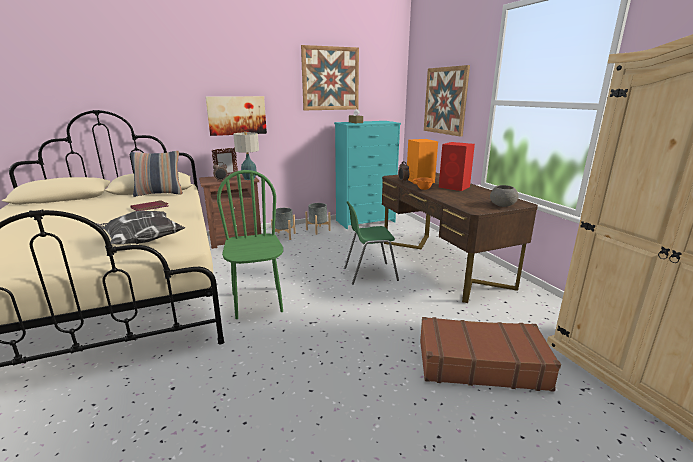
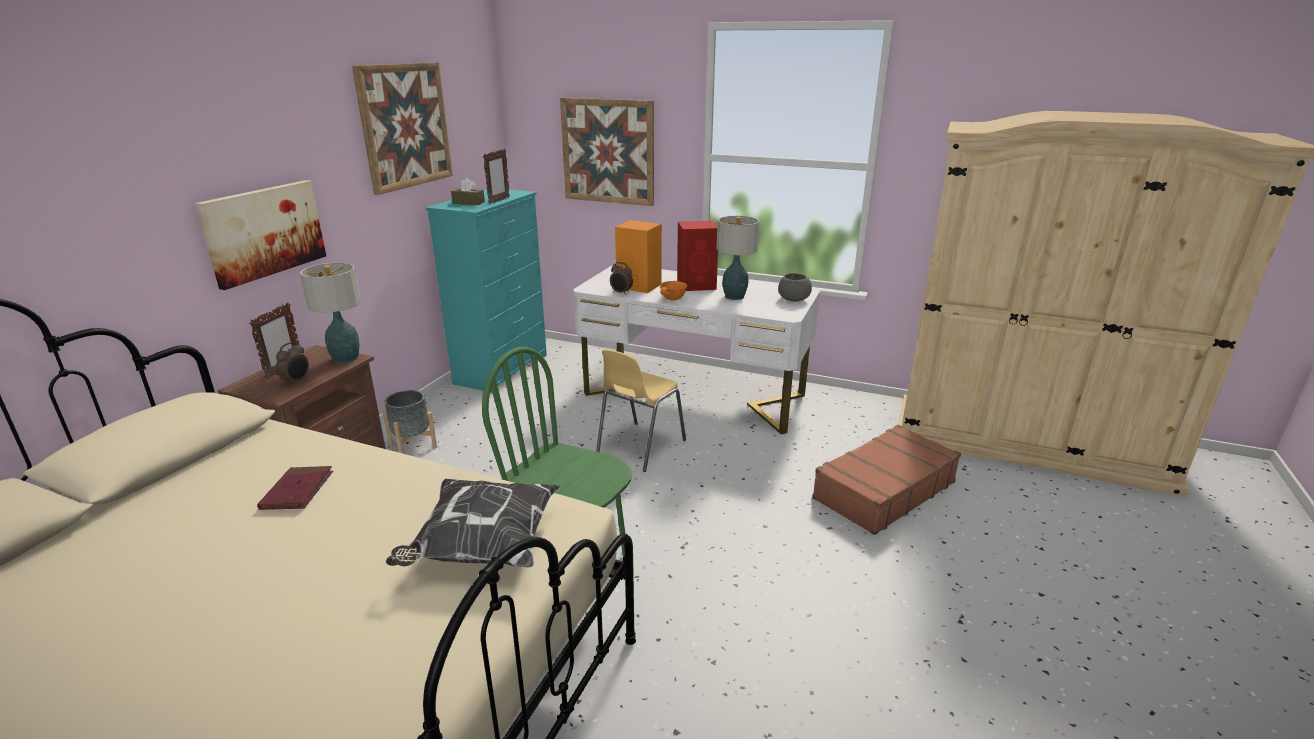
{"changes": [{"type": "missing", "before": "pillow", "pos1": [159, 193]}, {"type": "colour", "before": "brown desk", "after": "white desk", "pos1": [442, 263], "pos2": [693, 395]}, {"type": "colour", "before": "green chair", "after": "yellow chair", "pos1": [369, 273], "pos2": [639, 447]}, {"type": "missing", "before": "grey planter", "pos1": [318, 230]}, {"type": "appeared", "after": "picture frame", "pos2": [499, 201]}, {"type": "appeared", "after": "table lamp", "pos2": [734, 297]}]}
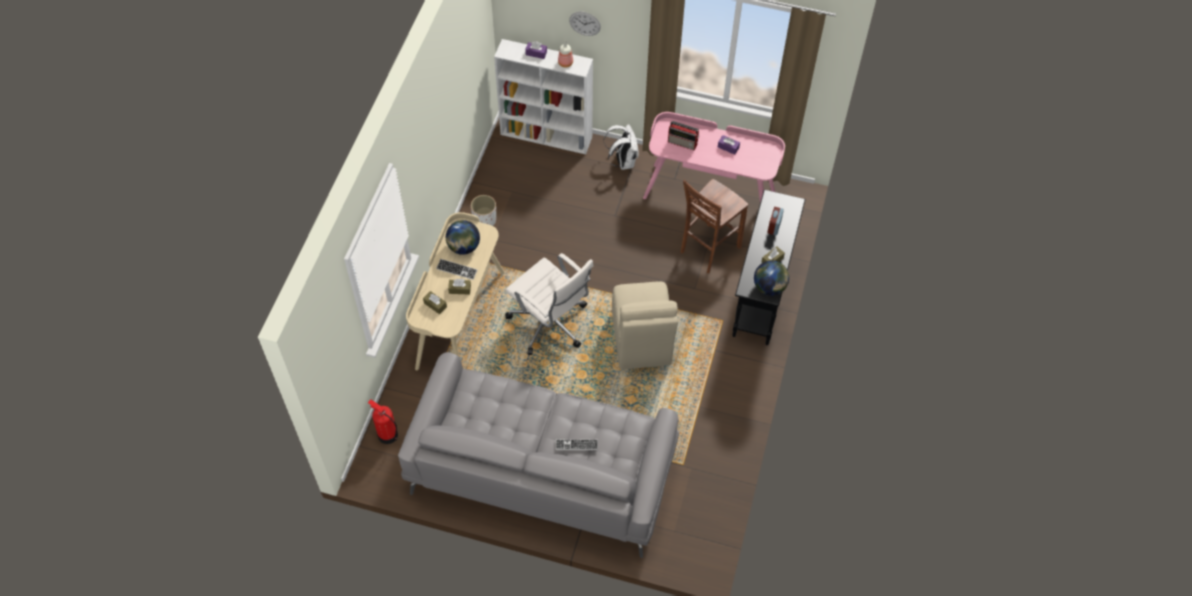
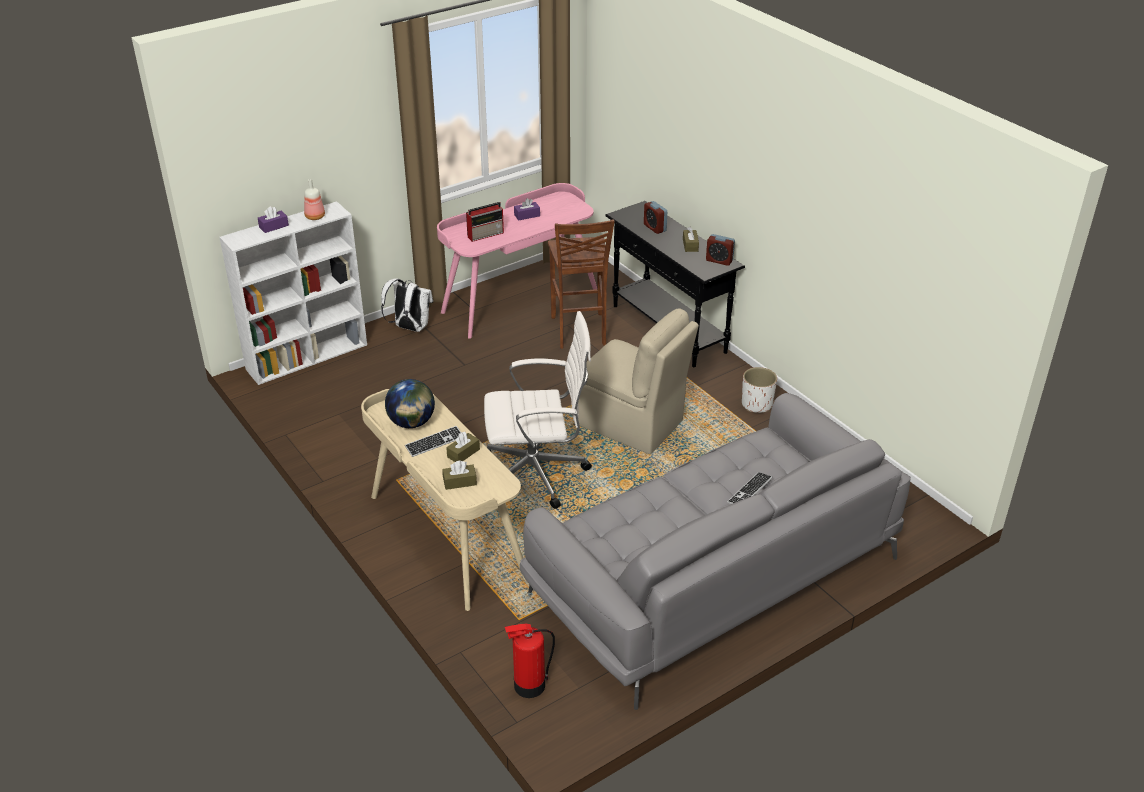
{"changes": [{"type": "missing", "before": "wall clock", "pos1": [585, 23]}, {"type": "relocated", "before": "white planter", "pos1": [485, 220], "pos2": [756, 404]}, {"type": "exchanged", "before": "globe", "after": "alarm clock", "pos1": [769, 287], "pos2": [719, 260]}]}
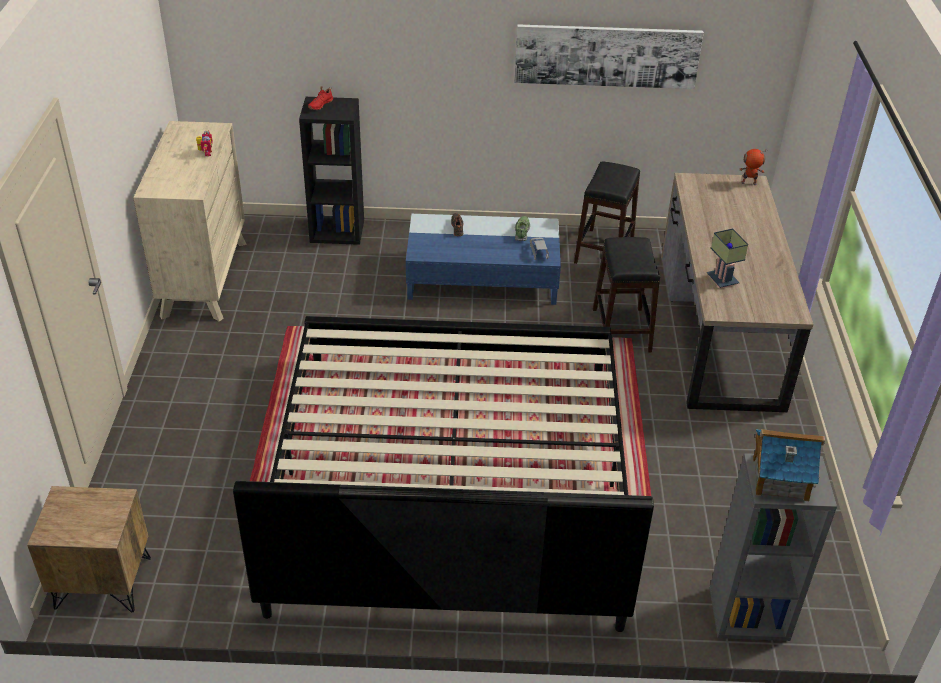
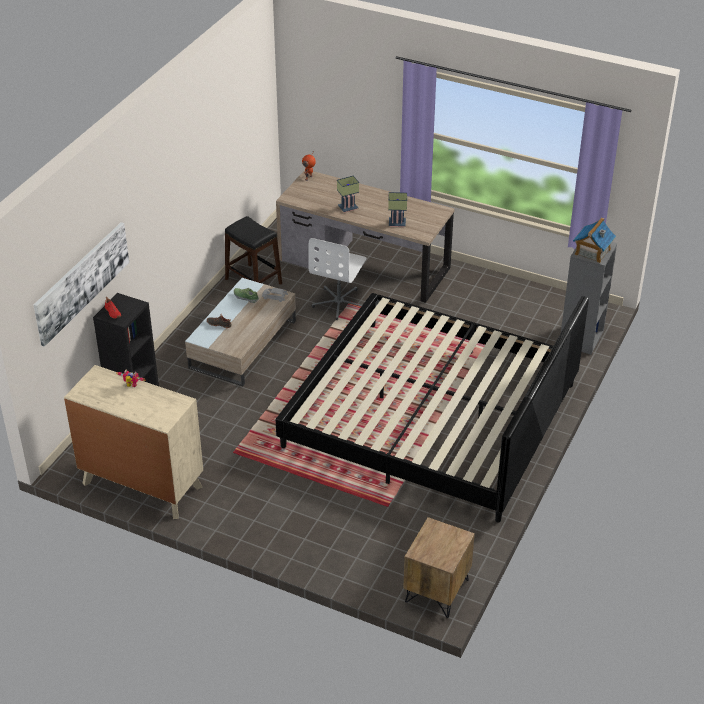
{"changes": [{"type": "relocated", "before": "picture", "pos1": [607, 56], "pos2": [81, 282]}, {"type": "colour", "before": "blue coffee table", "after": "beige coffee table", "pos1": [482, 277], "pos2": [243, 344]}, {"type": "exchanged", "before": "black stool", "after": "white office chair", "pos1": [621, 330], "pos2": [339, 303]}, {"type": "appeared", "after": "table lamp", "pos2": [347, 208]}]}
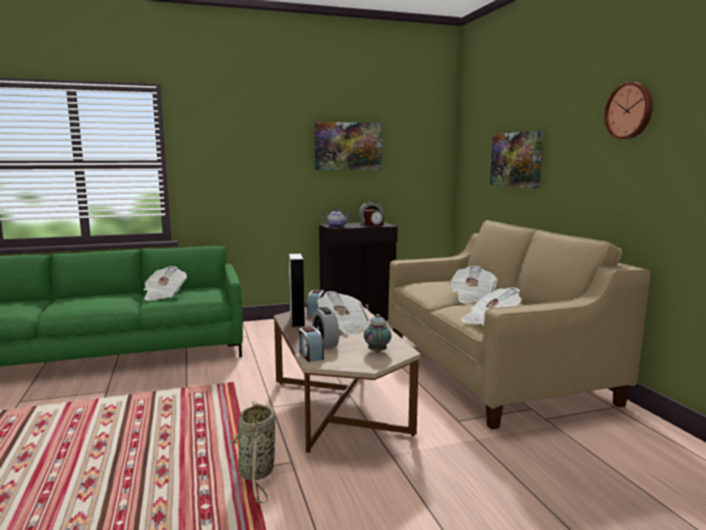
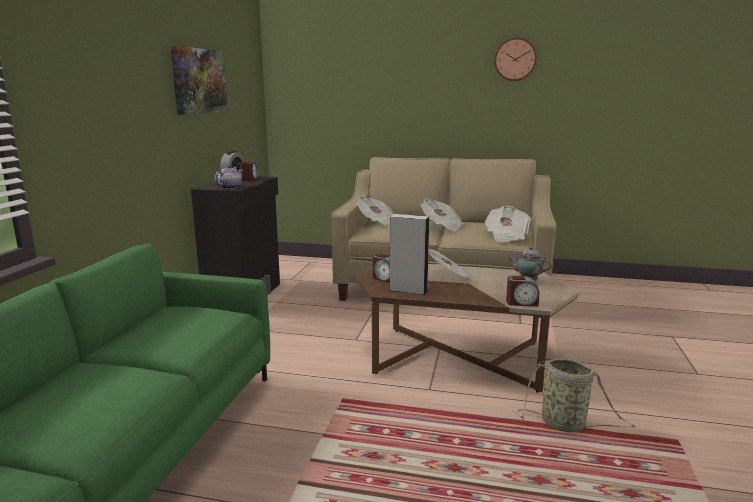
{"changes": [{"type": "missing", "before": "picture", "pos1": [516, 159]}, {"type": "relocated", "before": "newspaper", "pos1": [164, 295], "pos2": [378, 223]}, {"type": "missing", "before": "alarm clock", "pos1": [325, 343]}]}
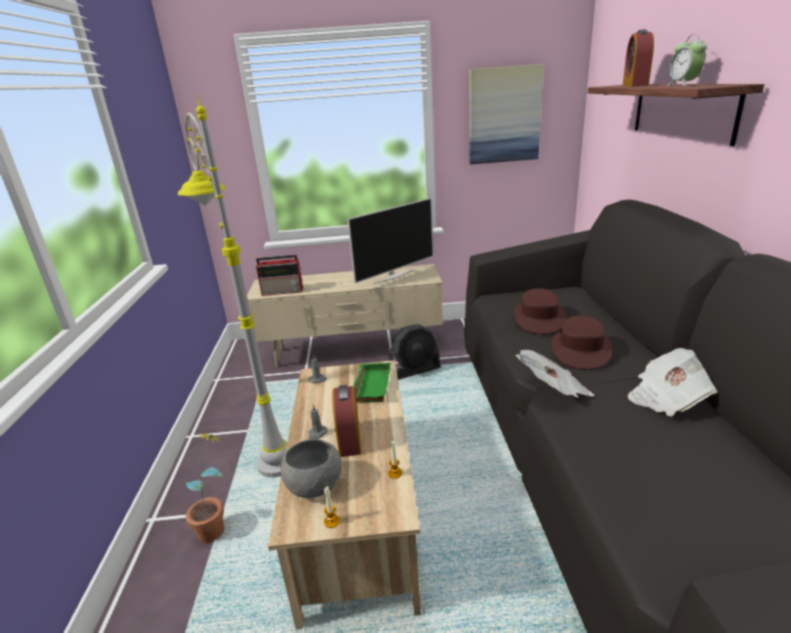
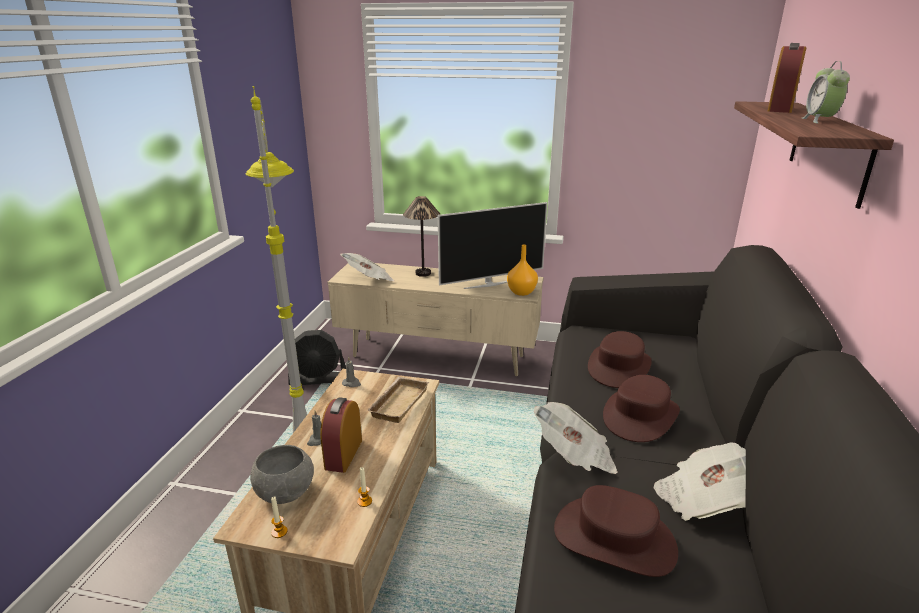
{"changes": [{"type": "missing", "before": "picture", "pos1": [504, 115]}, {"type": "exchanged", "before": "radio", "after": "newspaper", "pos1": [284, 291], "pos2": [369, 280]}, {"type": "relocated", "before": "black fan", "pos1": [414, 370], "pos2": [318, 379]}, {"type": "colour", "before": "green tray", "after": "beige tray", "pos1": [370, 385], "pos2": [397, 402]}, {"type": "missing", "before": "potted plant", "pos1": [218, 526]}, {"type": "appeared", "after": "table lamp", "pos2": [423, 273]}, {"type": "appeared", "after": "orange vase", "pos2": [522, 292]}, {"type": "appeared", "after": "brown hat", "pos2": [614, 538]}]}
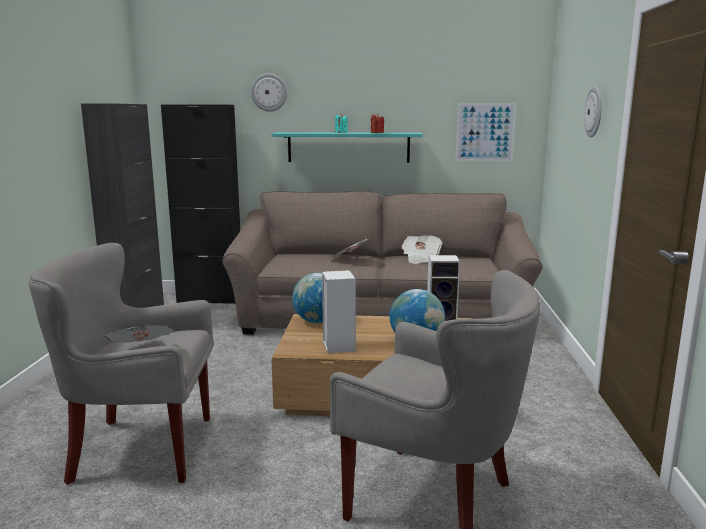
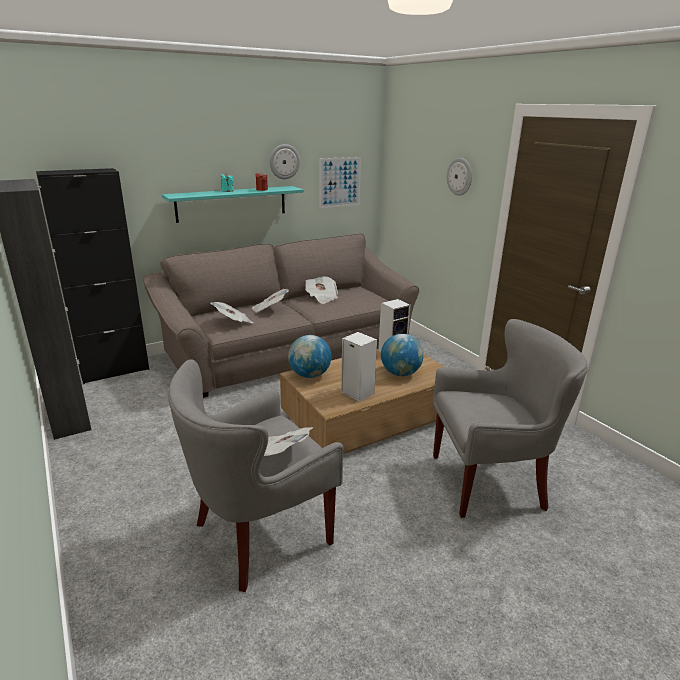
{"changes": [{"type": "relocated", "before": "wall clock", "pos1": [269, 92], "pos2": [284, 161]}, {"type": "appeared", "after": "newspaper", "pos2": [233, 322]}]}
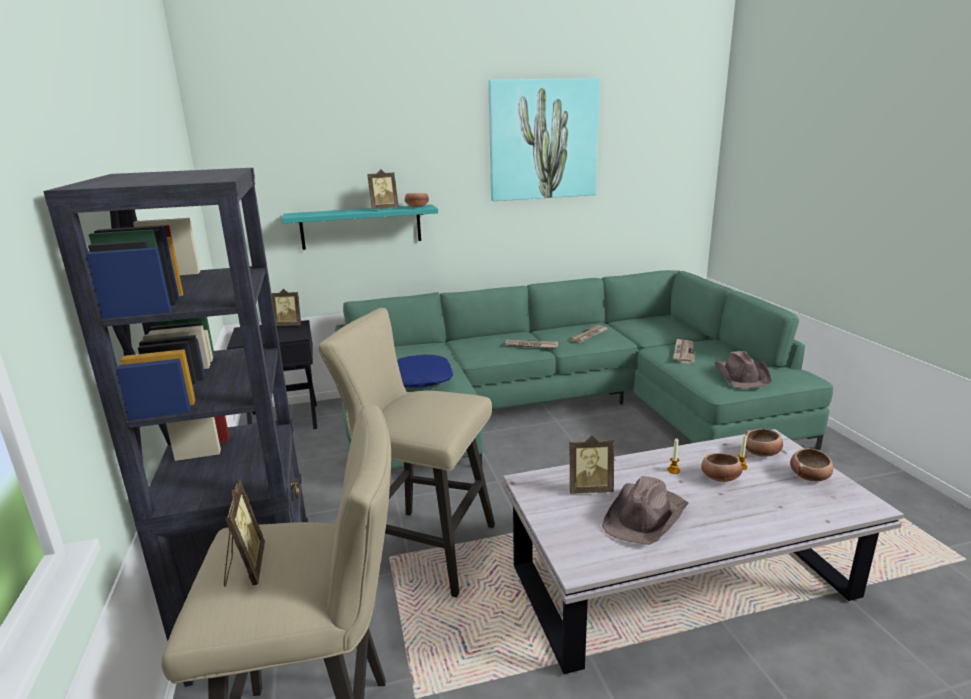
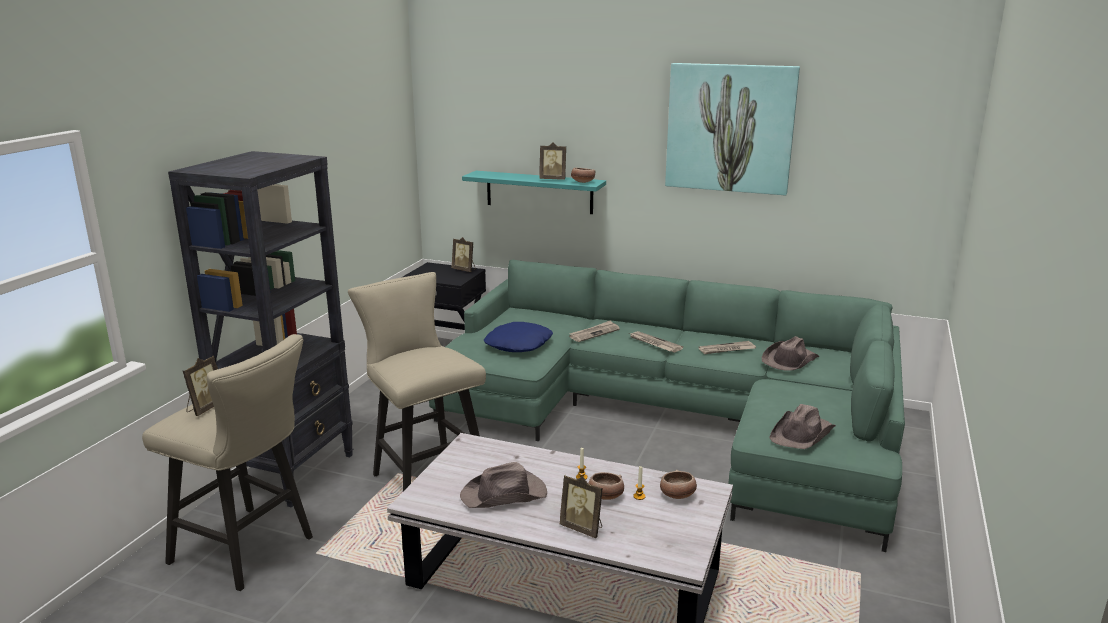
{"changes": [{"type": "relocated", "before": "newspaper", "pos1": [683, 352], "pos2": [594, 333]}, {"type": "relocated", "before": "picture frame", "pos1": [589, 489], "pos2": [583, 528]}, {"type": "missing", "before": "bowl", "pos1": [809, 476]}, {"type": "appeared", "after": "brown hat", "pos2": [789, 360]}]}
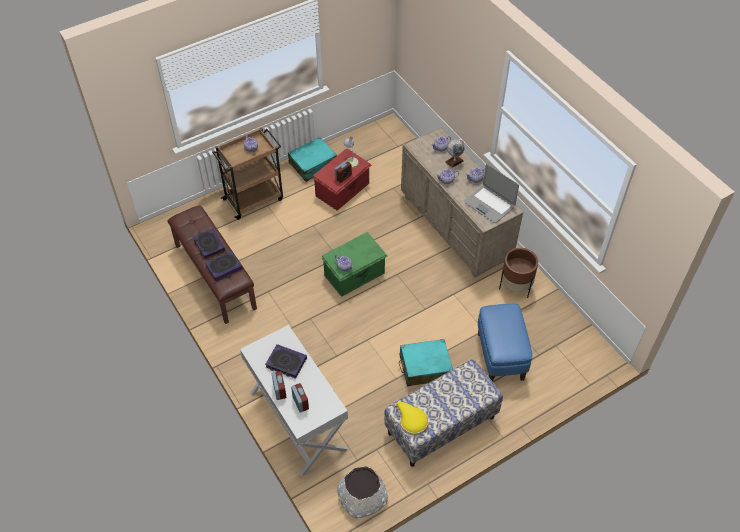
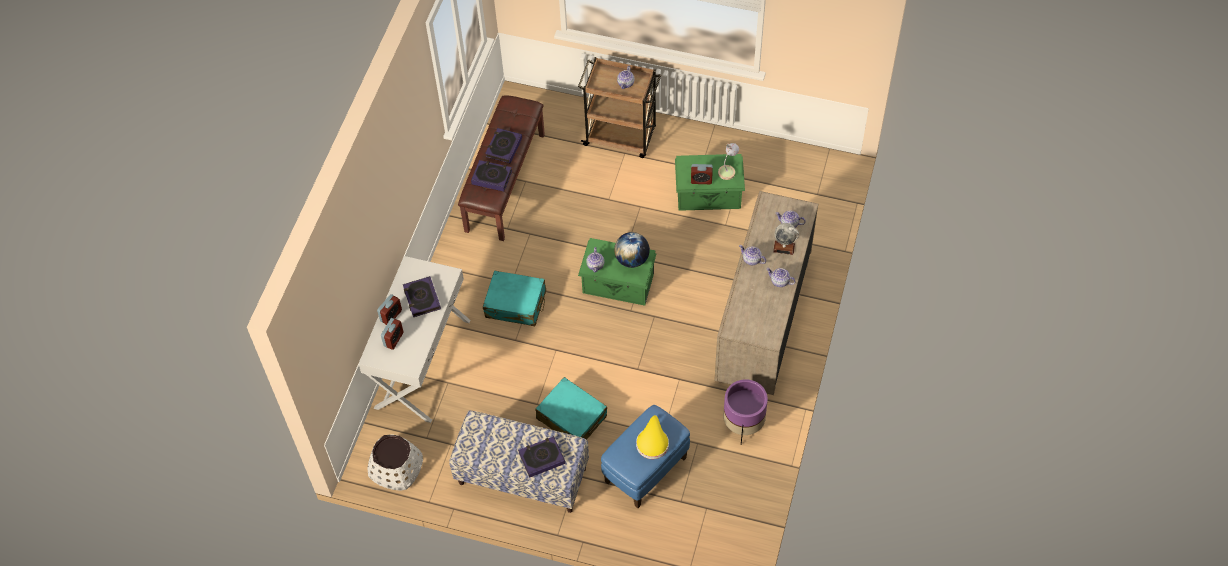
{"changes": [{"type": "relocated", "before": "turquoise suitcase", "pos1": [313, 164], "pos2": [515, 304]}, {"type": "colour", "before": "red storage box", "after": "green storage box", "pos1": [343, 190], "pos2": [709, 195]}, {"type": "missing", "before": "laptop", "pos1": [489, 204]}, {"type": "colour", "before": "brown planter", "after": "purple planter", "pos1": [515, 287], "pos2": [743, 425]}, {"type": "relocated", "before": "yellow hat", "pos1": [411, 421], "pos2": [652, 442]}, {"type": "appeared", "after": "globe", "pos2": [632, 259]}, {"type": "appeared", "after": "book", "pos2": [541, 458]}]}
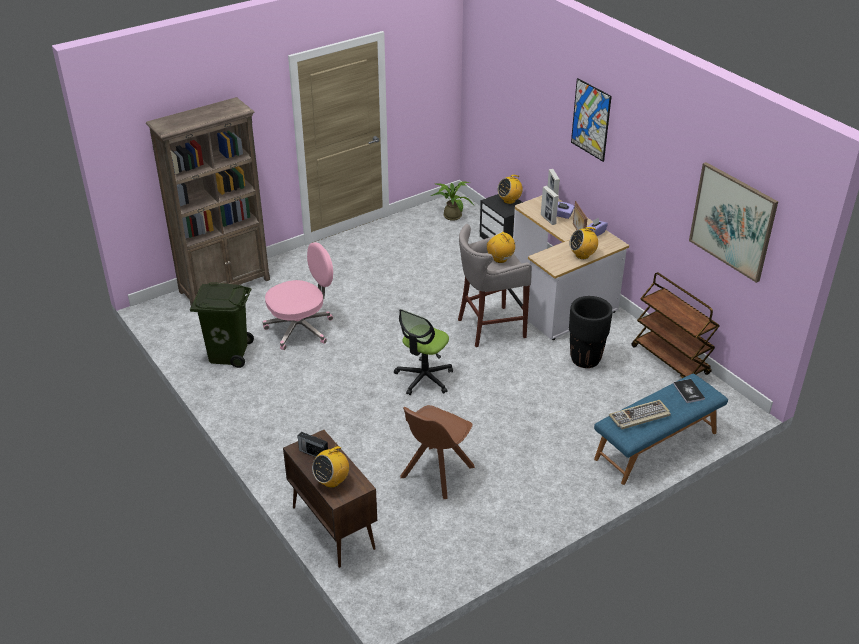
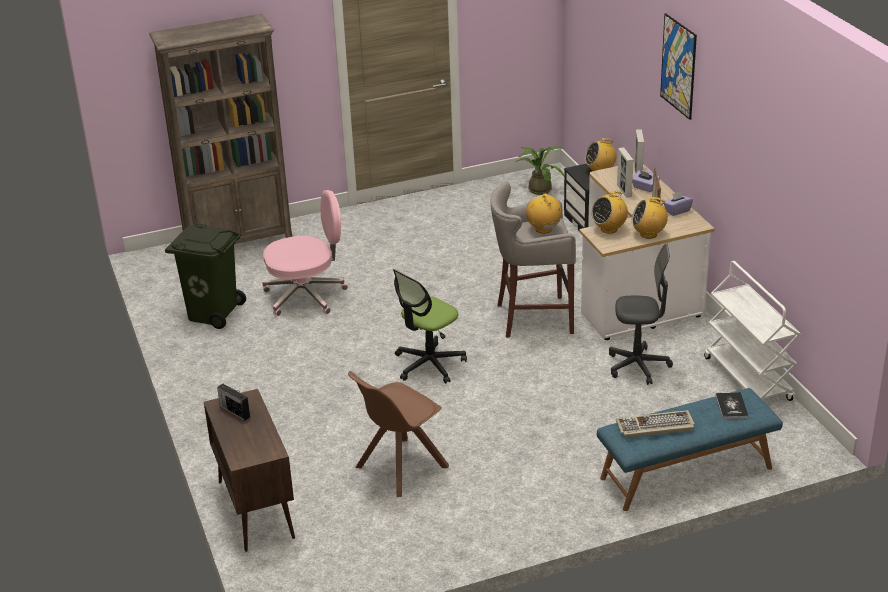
{"changes": [{"type": "missing", "before": "picture", "pos1": [732, 221]}, {"type": "colour", "before": "brown cart", "after": "white cart", "pos1": [670, 360], "pos2": [748, 379]}, {"type": "exchanged", "before": "black planter", "after": "grey office chair", "pos1": [585, 359], "pos2": [638, 366]}, {"type": "relocated", "before": "radio", "pos1": [332, 481], "pos2": [609, 229]}]}
